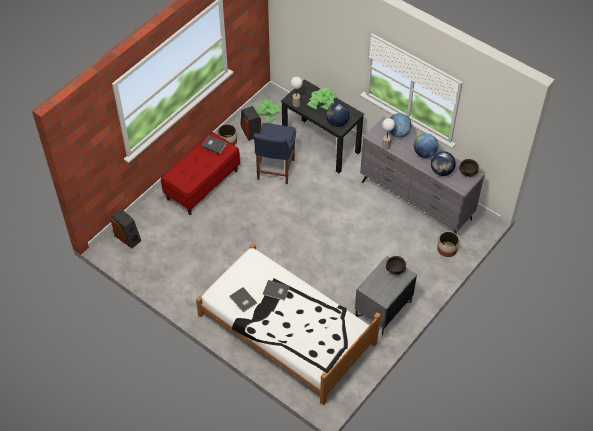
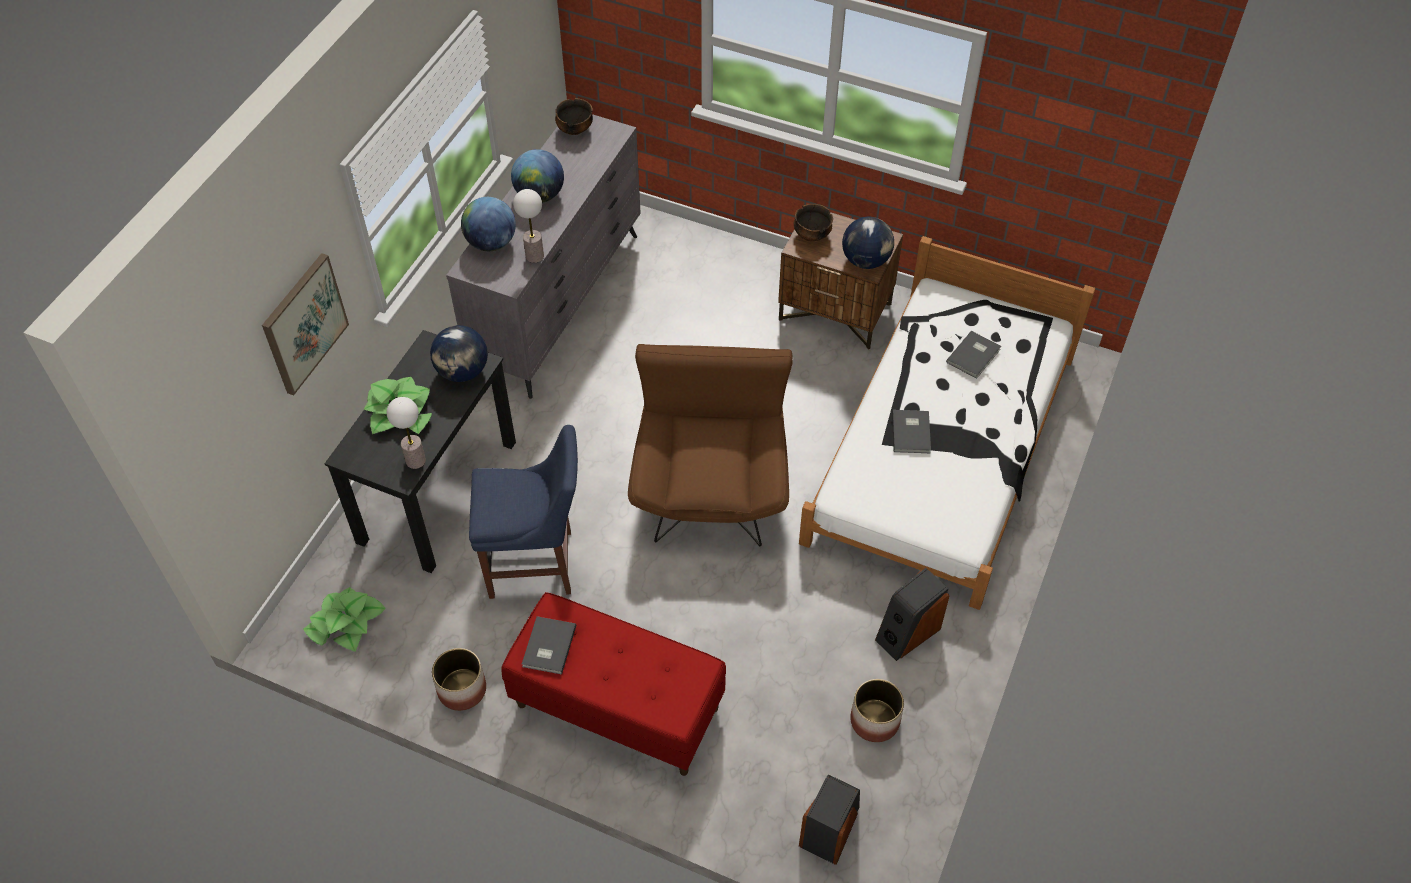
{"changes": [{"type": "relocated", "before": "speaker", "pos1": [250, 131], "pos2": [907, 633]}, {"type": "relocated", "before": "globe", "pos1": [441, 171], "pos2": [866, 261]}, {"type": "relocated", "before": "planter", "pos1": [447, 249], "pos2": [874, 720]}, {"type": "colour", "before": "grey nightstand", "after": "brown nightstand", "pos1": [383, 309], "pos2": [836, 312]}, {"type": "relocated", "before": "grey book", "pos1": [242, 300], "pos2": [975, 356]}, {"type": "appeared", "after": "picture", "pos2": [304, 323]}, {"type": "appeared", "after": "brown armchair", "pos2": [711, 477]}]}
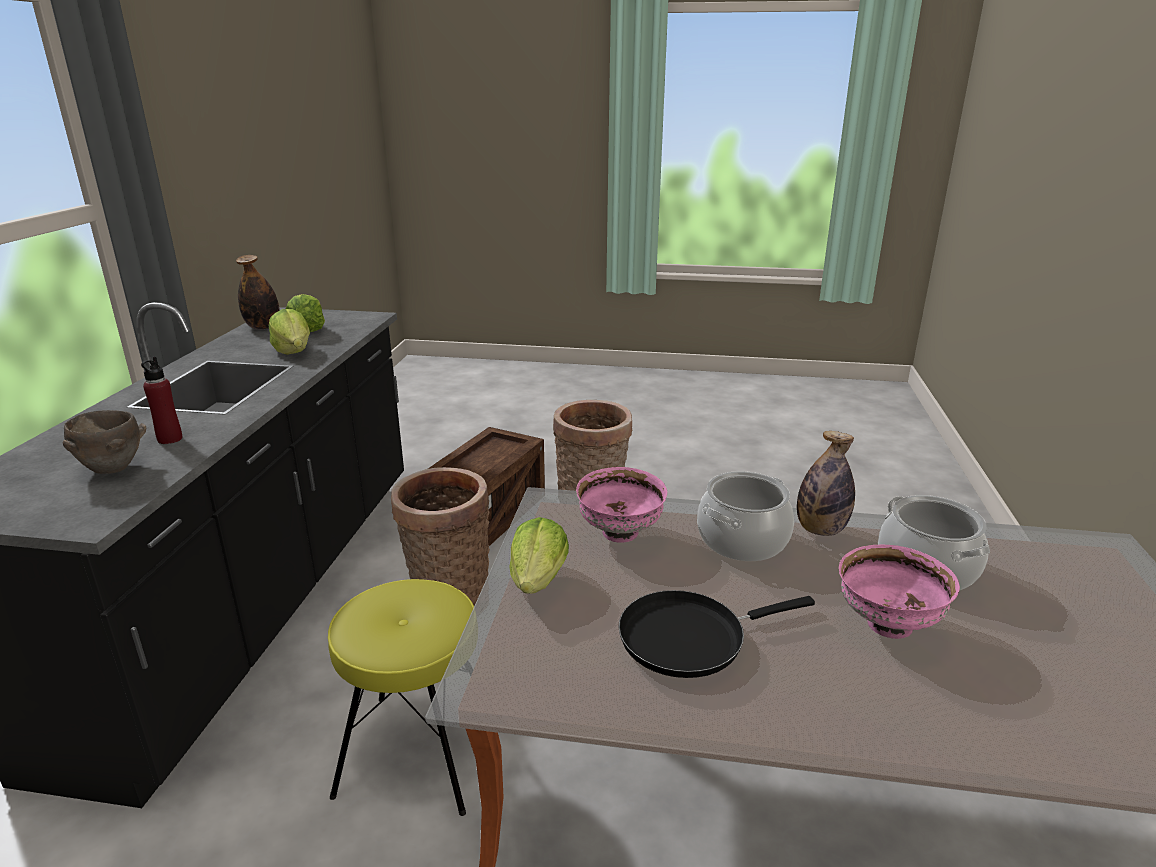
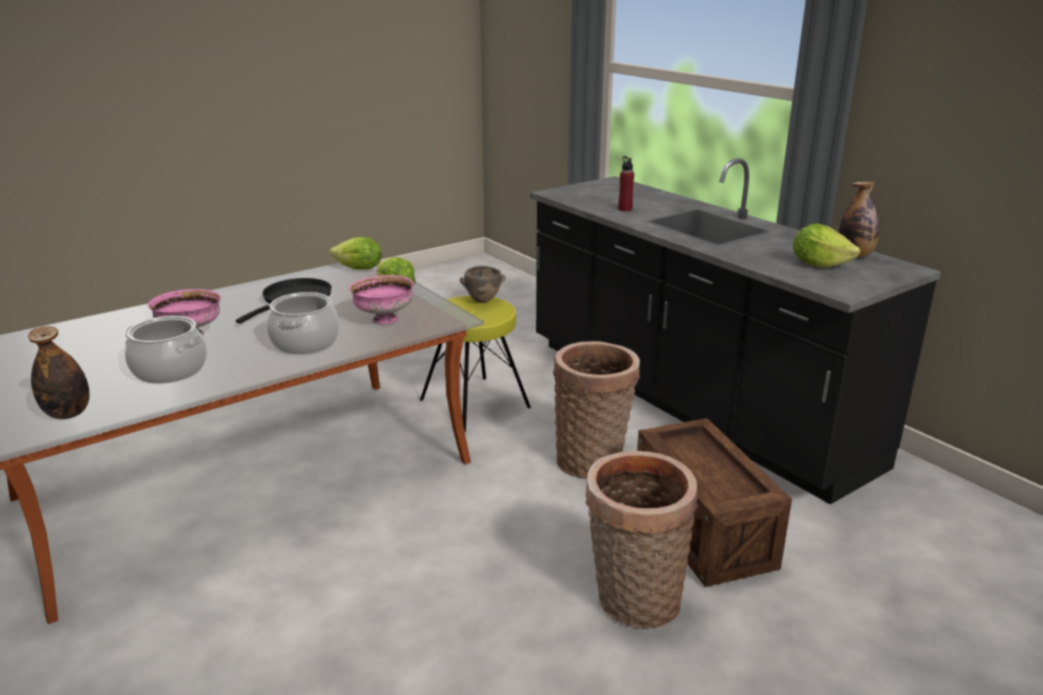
{"changes": [{"type": "relocated", "before": "lettuce", "pos1": [293, 351], "pos2": [359, 269]}, {"type": "relocated", "before": "brown bowl", "pos1": [113, 469], "pos2": [482, 300]}, {"type": "relocated", "before": "bottle", "pos1": [820, 530], "pos2": [68, 414]}]}
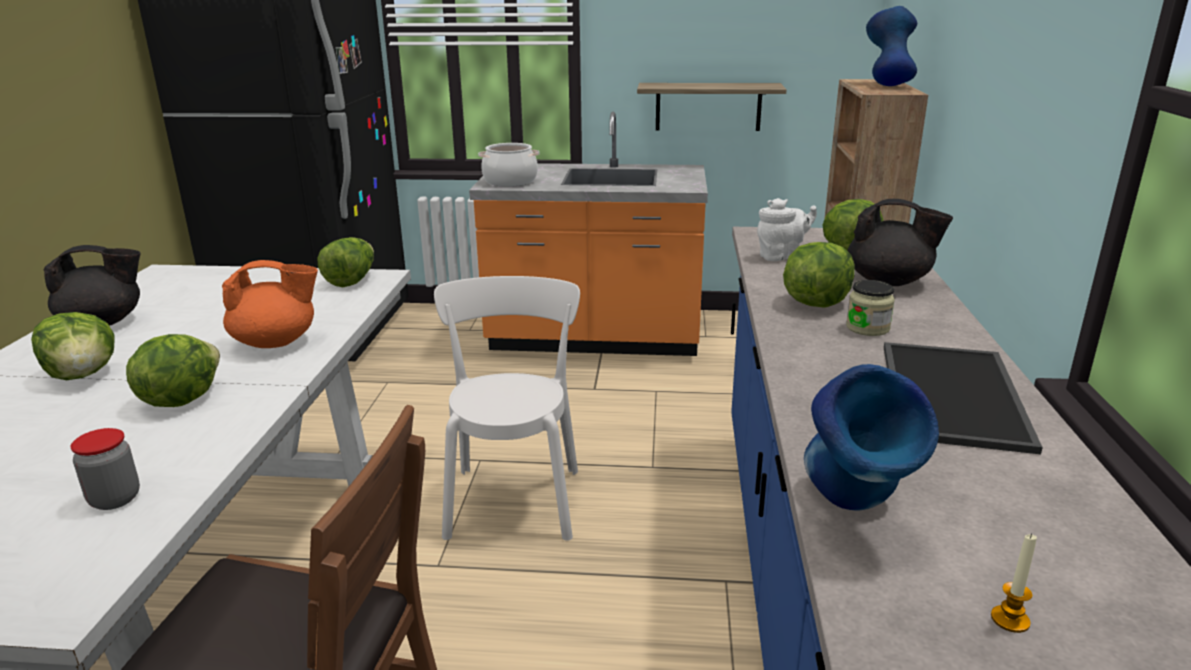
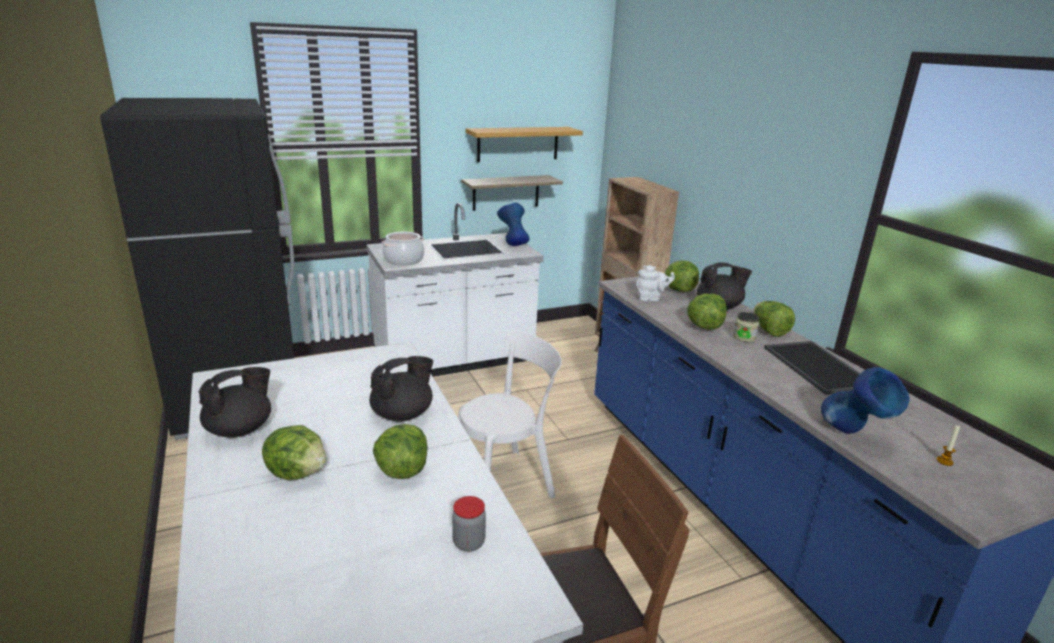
{"changes": [{"type": "relocated", "before": "blue vase", "pos1": [887, 85], "pos2": [512, 244]}, {"type": "colour", "before": "orange counter", "after": "white counter", "pos1": [594, 340], "pos2": [455, 362]}, {"type": "spun", "before": "white teapot", "pos1": [781, 256], "pos2": [651, 299], "turn": 45}, {"type": "relocated", "before": "lettuce", "pos1": [351, 280], "pos2": [769, 331]}, {"type": "colour", "before": "orange teapot", "after": "black teapot", "pos1": [276, 342], "pos2": [403, 414]}, {"type": "spun", "before": "white chair", "pos1": [514, 497], "pos2": [506, 481], "turn": 90}, {"type": "appeared", "after": "shelf", "pos2": [518, 144]}]}
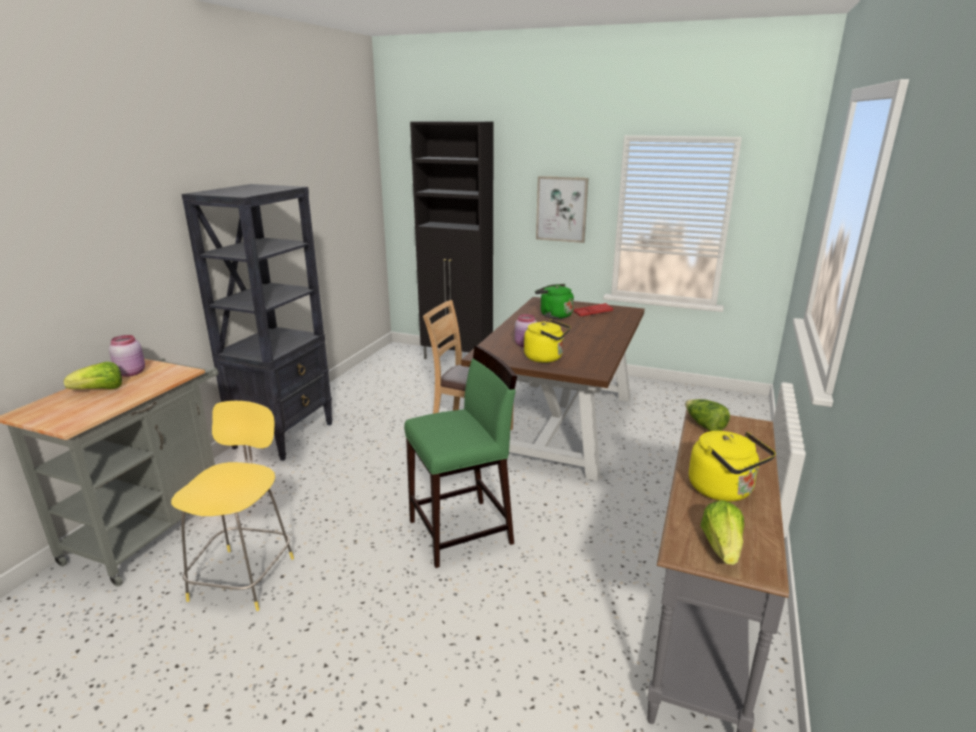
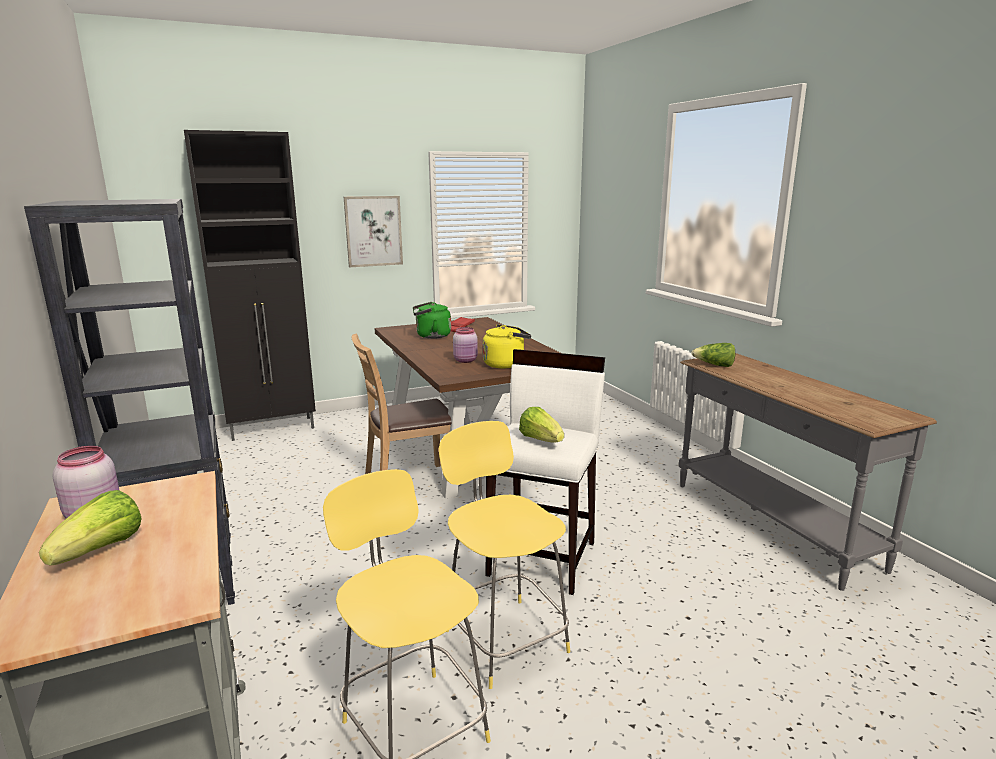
{"changes": [{"type": "colour", "before": "green stool", "after": "white stool", "pos1": [462, 532], "pos2": [543, 558]}, {"type": "missing", "before": "yellow kettle", "pos1": [724, 490]}, {"type": "relocated", "before": "lettuce", "pos1": [721, 547], "pos2": [541, 440]}, {"type": "appeared", "after": "yellow stool", "pos2": [504, 638]}]}
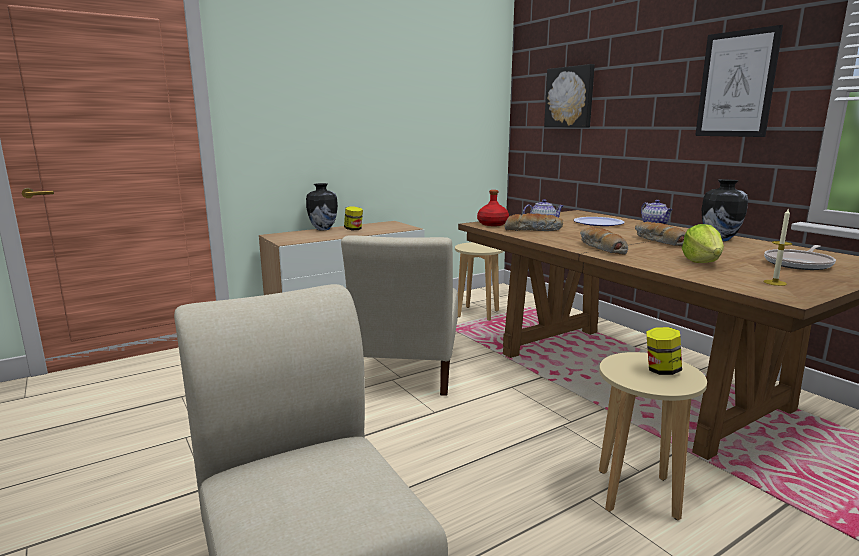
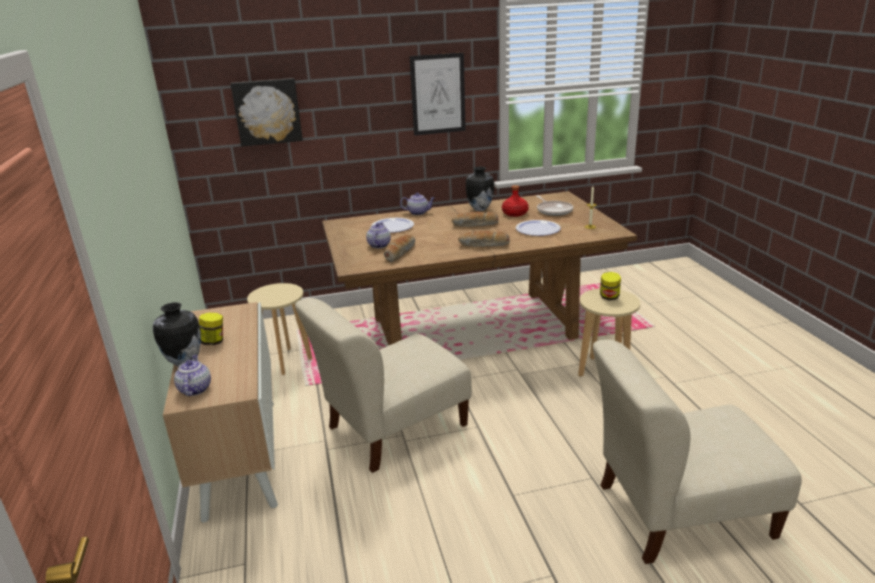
{"changes": [{"type": "relocated", "before": "red bottle", "pos1": [493, 224], "pos2": [515, 213]}, {"type": "exchanged", "before": "lettuce", "after": "plate", "pos1": [702, 262], "pos2": [537, 229]}, {"type": "spun", "before": "beige chair", "pos1": [406, 371], "pos2": [392, 429], "turn": 120}, {"type": "appeared", "after": "teapot", "pos2": [195, 389]}]}
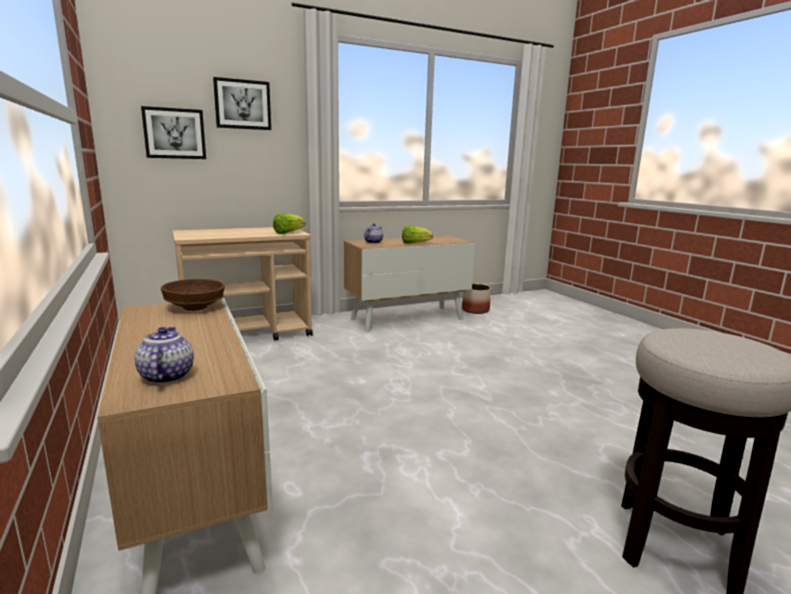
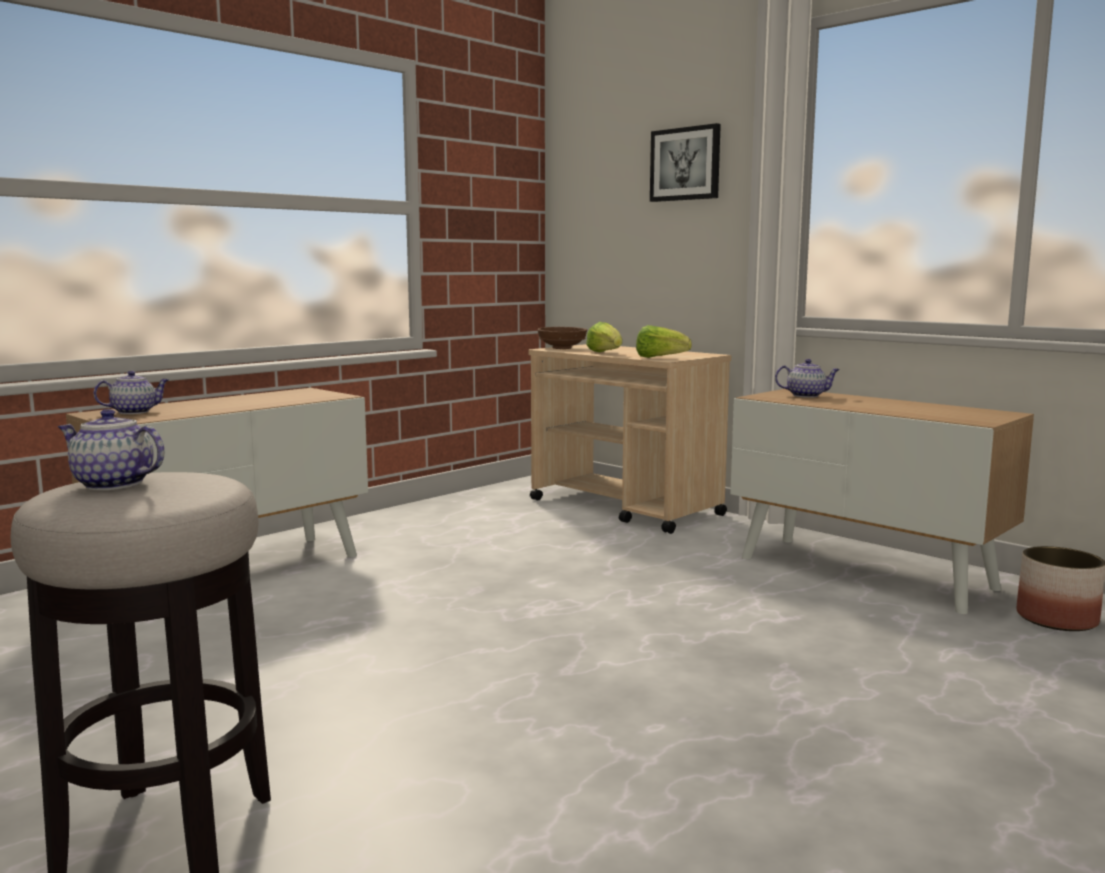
{"changes": [{"type": "missing", "before": "picture", "pos1": [174, 133]}, {"type": "relocated", "before": "lettuce", "pos1": [415, 243], "pos2": [605, 353]}, {"type": "relocated", "before": "brown bowl", "pos1": [194, 307], "pos2": [561, 348]}, {"type": "appeared", "after": "teapot", "pos2": [111, 484]}]}
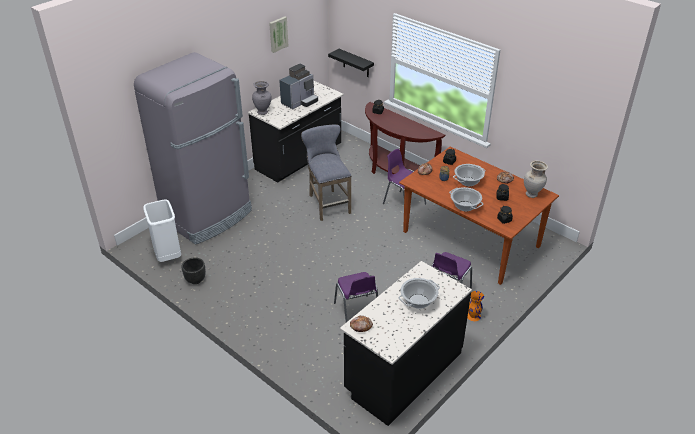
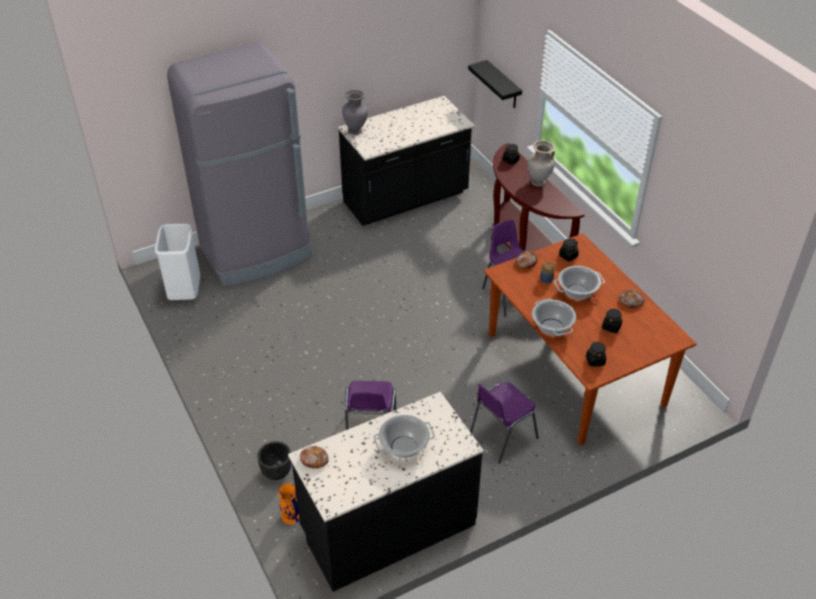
{"changes": [{"type": "missing", "before": "picture", "pos1": [278, 34]}, {"type": "missing", "before": "coffee machine", "pos1": [300, 102]}, {"type": "missing", "before": "grey stool", "pos1": [327, 203]}, {"type": "relocated", "before": "beige vase", "pos1": [532, 195], "pos2": [538, 183]}, {"type": "relocated", "before": "black planter", "pos1": [195, 280], "pos2": [276, 473]}, {"type": "relocated", "before": "orange vase", "pos1": [473, 316], "pos2": [291, 516]}]}
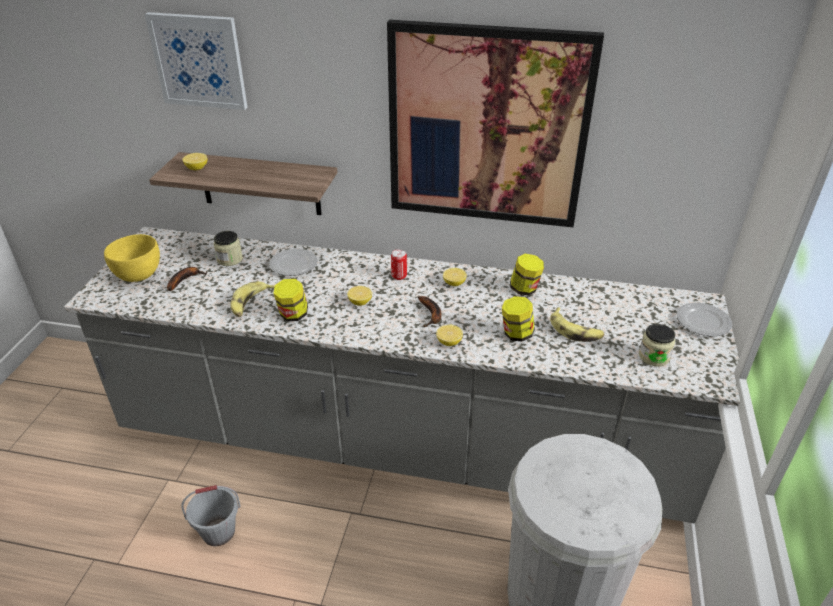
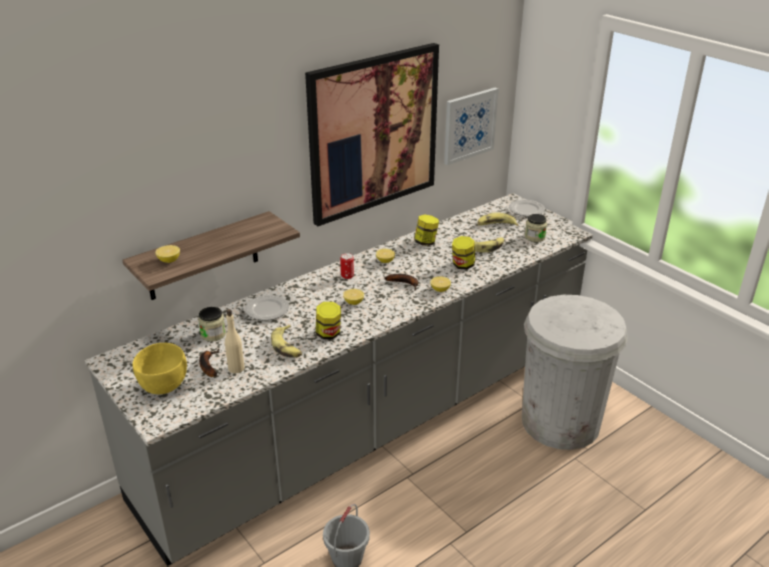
{"changes": [{"type": "relocated", "before": "picture", "pos1": [199, 61], "pos2": [469, 125]}, {"type": "appeared", "after": "banana", "pos2": [496, 225]}, {"type": "appeared", "after": "beige bottle", "pos2": [236, 368]}]}
